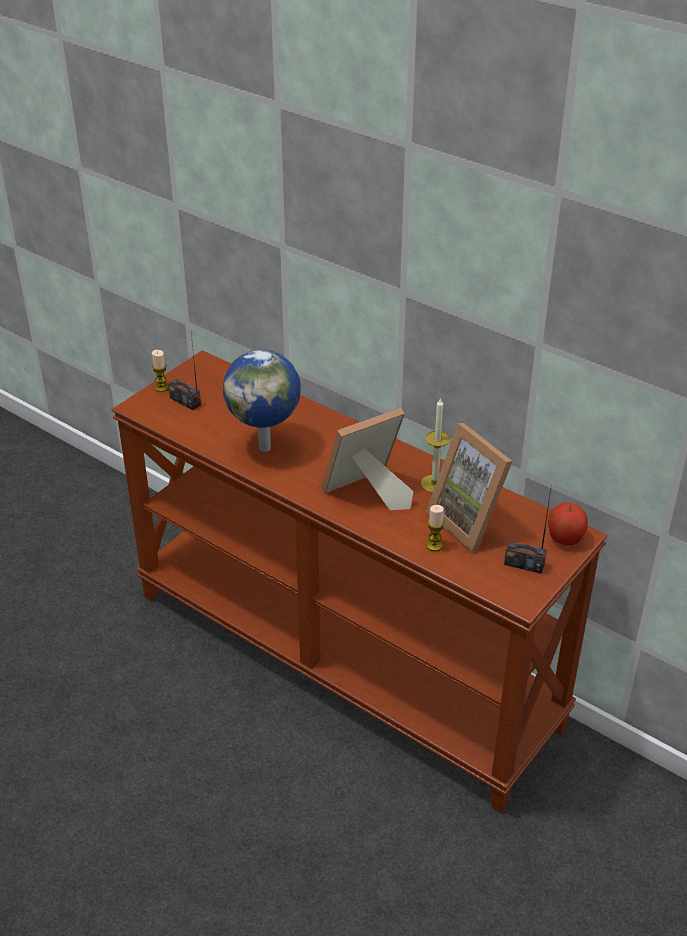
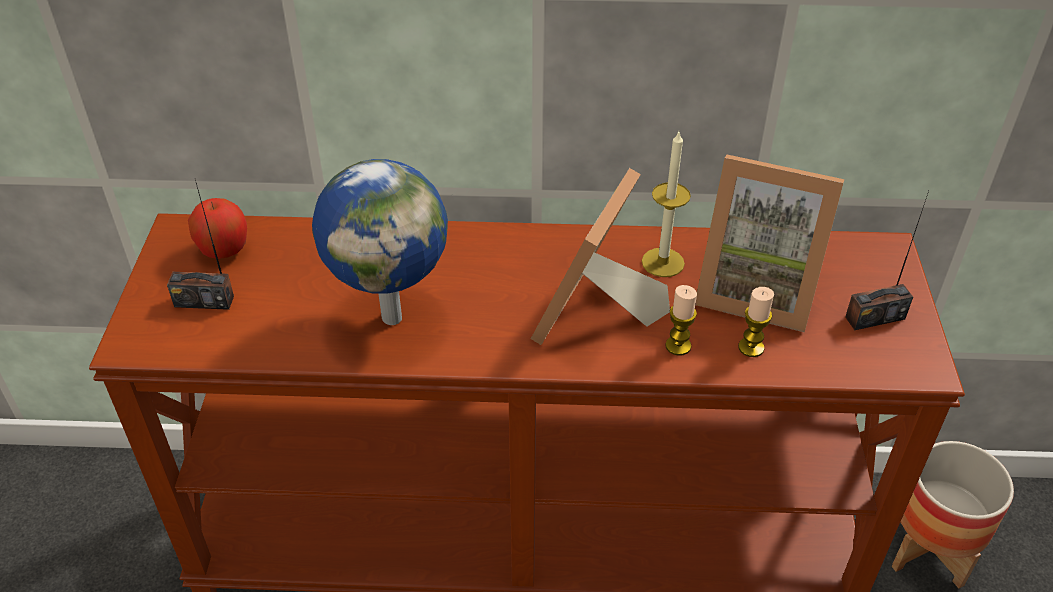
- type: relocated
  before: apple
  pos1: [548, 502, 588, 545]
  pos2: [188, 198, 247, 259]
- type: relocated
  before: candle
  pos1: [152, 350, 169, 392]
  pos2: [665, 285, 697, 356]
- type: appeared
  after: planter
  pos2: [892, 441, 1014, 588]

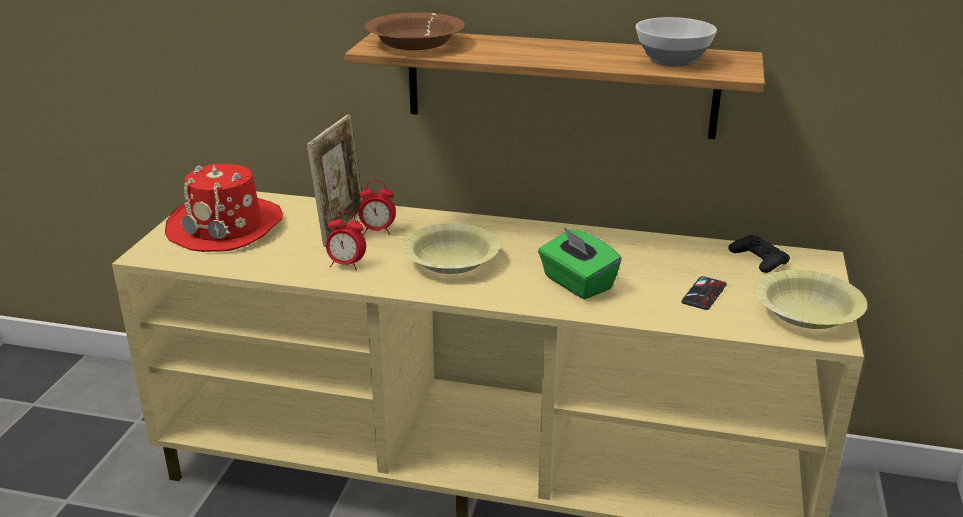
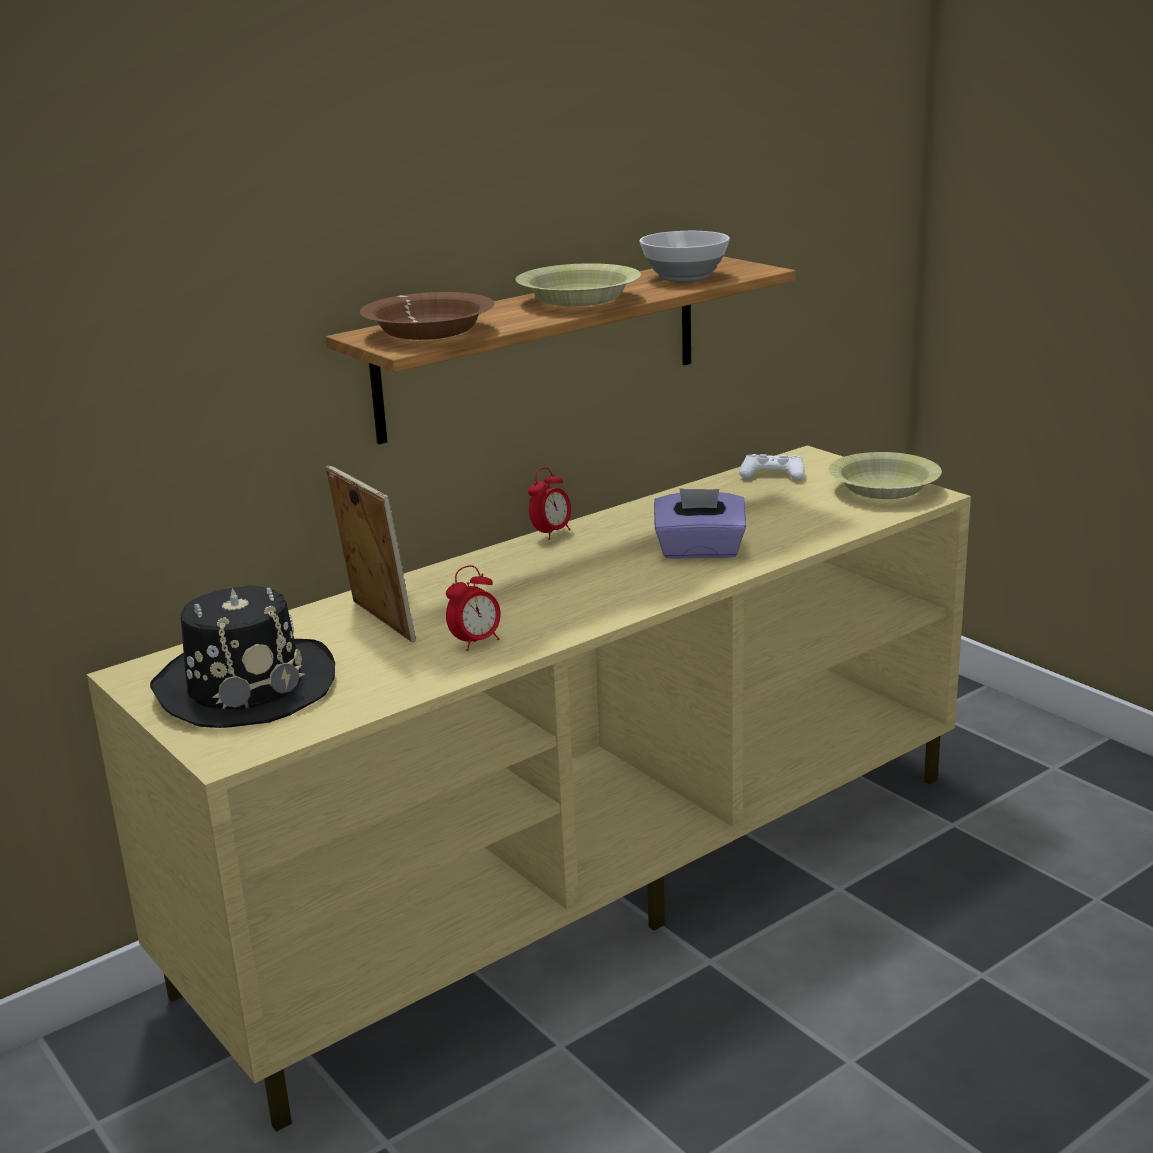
- type: colour
  before: hat/red
  after: hat/black
  pos1: [165, 164, 283, 252]
  pos2: [150, 586, 335, 728]
- type: relocated
  before: bowl/yellow
  pos1: [402, 223, 500, 274]
  pos2: [515, 263, 641, 307]
- type: relocated
  before: alarm clock
  pos1: [358, 180, 396, 235]
  pos2: [528, 467, 571, 540]
- type: colour
  before: tissue box/green
  after: tissue box/purple
  pos1: [538, 227, 622, 299]
  pos2: [654, 488, 746, 559]
- type: colour
  before: game controller/black
  after: game controller/white
  pos1: [729, 235, 790, 273]
  pos2: [740, 454, 805, 480]
- type: missing
  before: phone
  pos1: [681, 276, 727, 310]

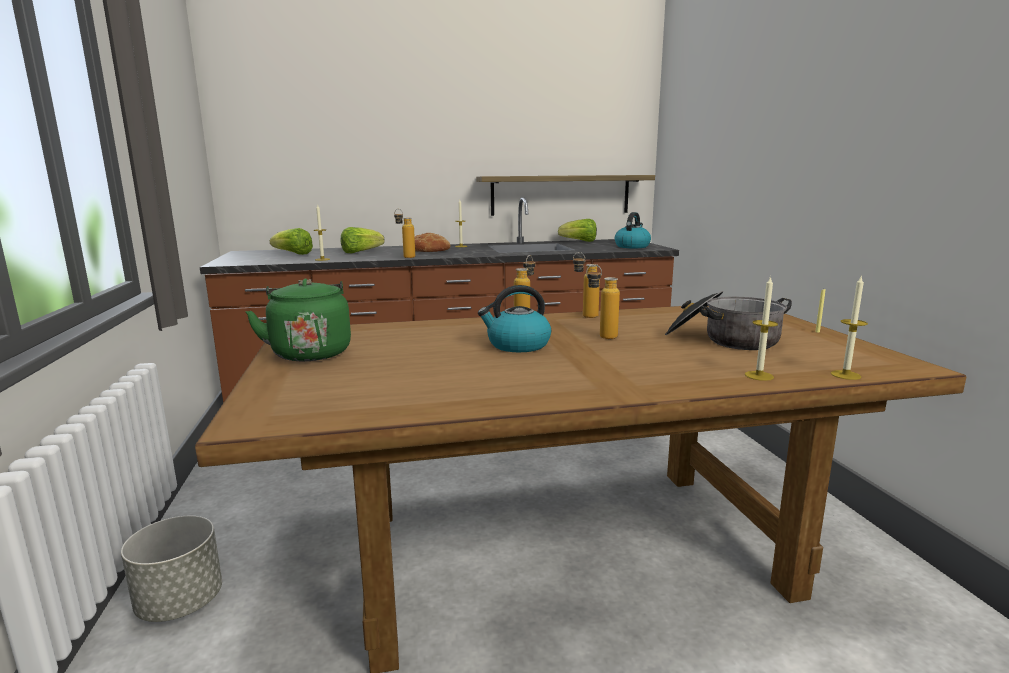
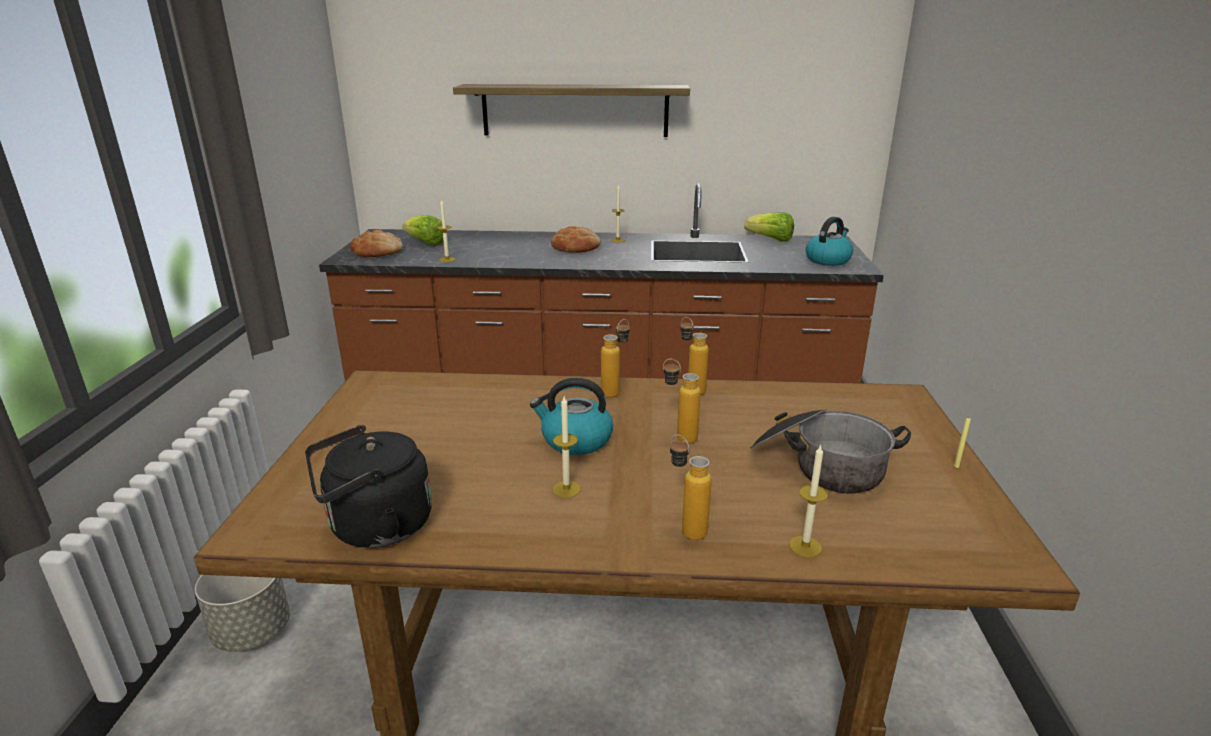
- type: appeared
  after: kettle/black
  pos2: [305, 425, 432, 548]
- type: appeared
  after: bread
  pos2: [350, 230, 403, 257]
- type: relocated
  before: shelf
  pos1: [476, 175, 655, 216]
  pos2: [453, 84, 690, 137]
- type: relocated
  before: candle
  pos1: [831, 277, 868, 380]
  pos2: [553, 396, 581, 498]
- type: relocated
  before: bottle
  pos1: [394, 209, 415, 258]
  pos2: [670, 434, 712, 540]
- type: missing
  before: kettle/green
  pos1: [245, 279, 351, 361]
- type: missing
  before: lettuce
  pos1: [341, 227, 384, 253]

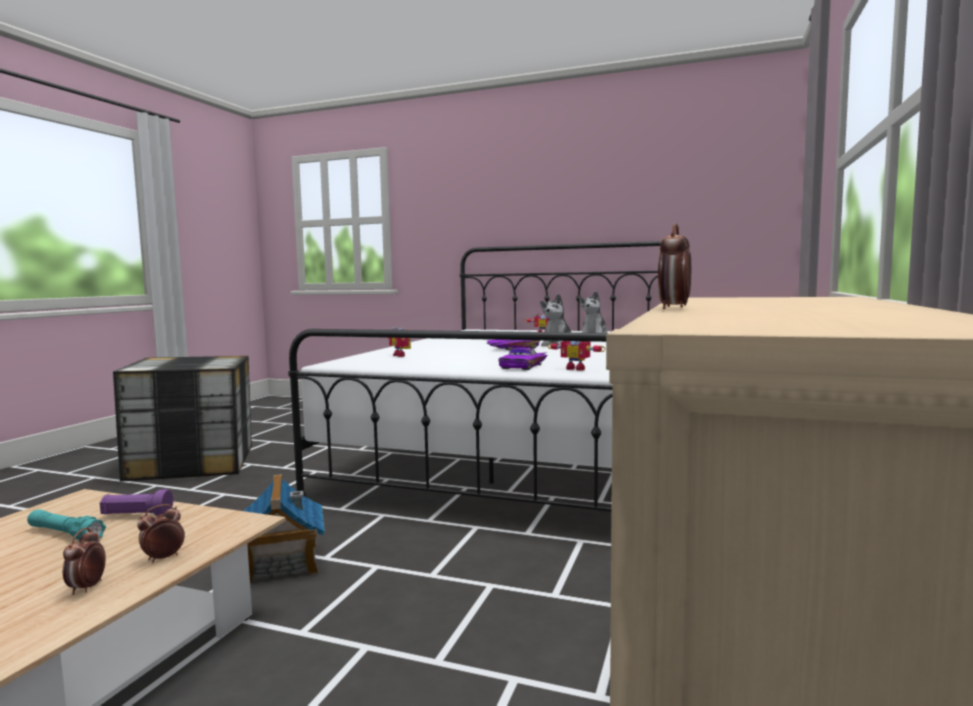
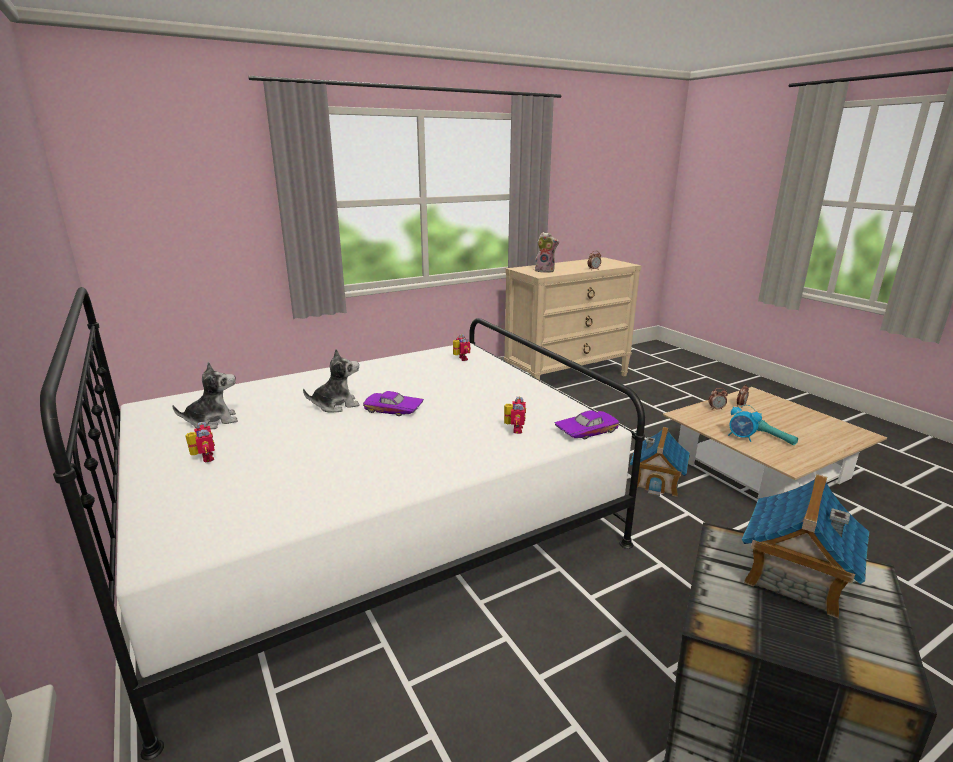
- type: appeared
  after: plush toy
  pos2: [535, 232, 559, 273]
- type: relocated
  before: toy car/purple
  pos1: [499, 348, 547, 370]
  pos2: [554, 410, 619, 439]
- type: exchanged
  before: flashlight/purple
  after: alarm clock
  pos1: [100, 489, 173, 516]
  pos2: [728, 405, 762, 442]
- type: appeared
  after: toy house
  pos2: [742, 474, 869, 619]

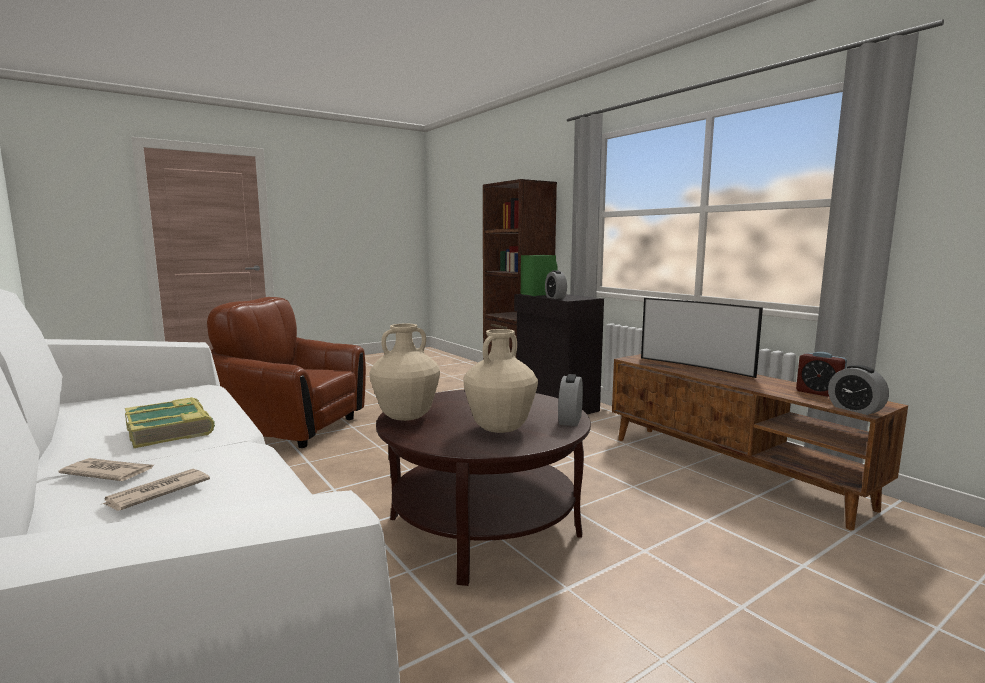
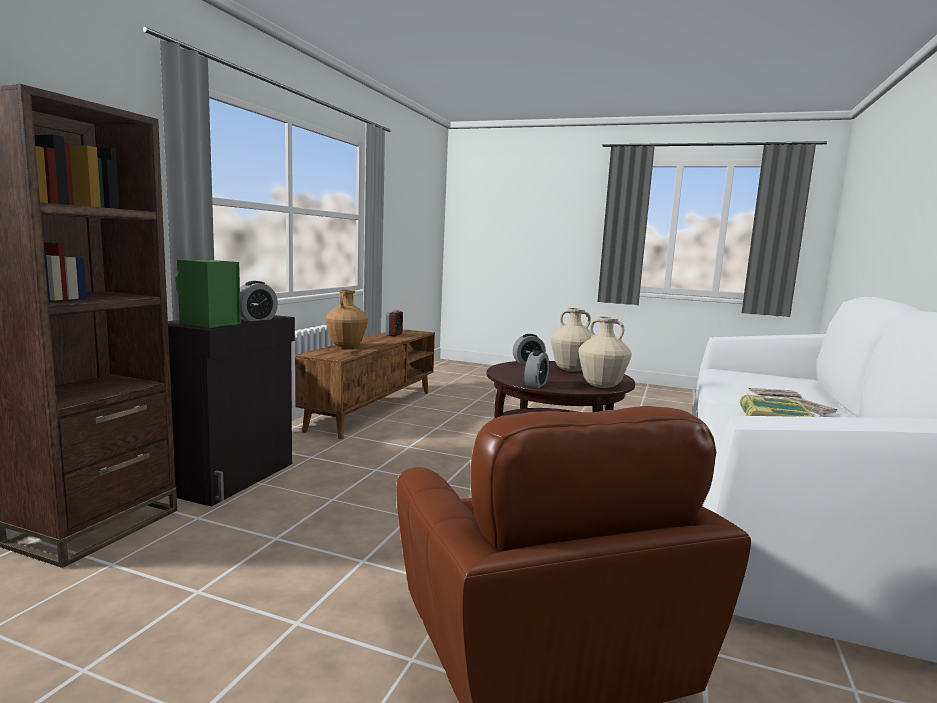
- type: exchanged
  before: television
  after: vase/brown
  pos1: [641, 298, 763, 378]
  pos2: [325, 290, 368, 348]
- type: relocated
  before: alarm clock
  pos1: [828, 365, 889, 415]
  pos2: [524, 350, 549, 388]

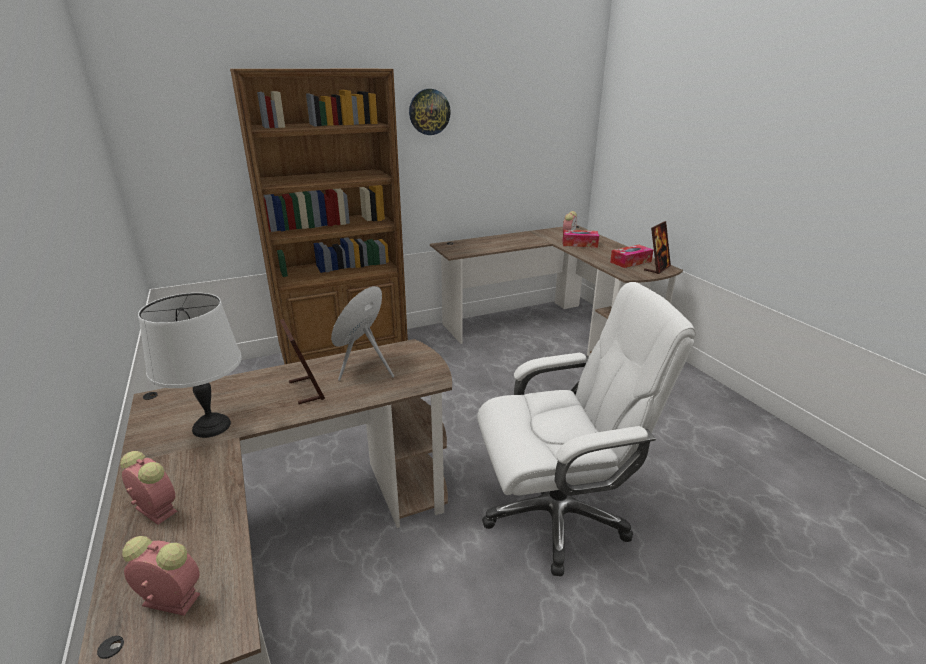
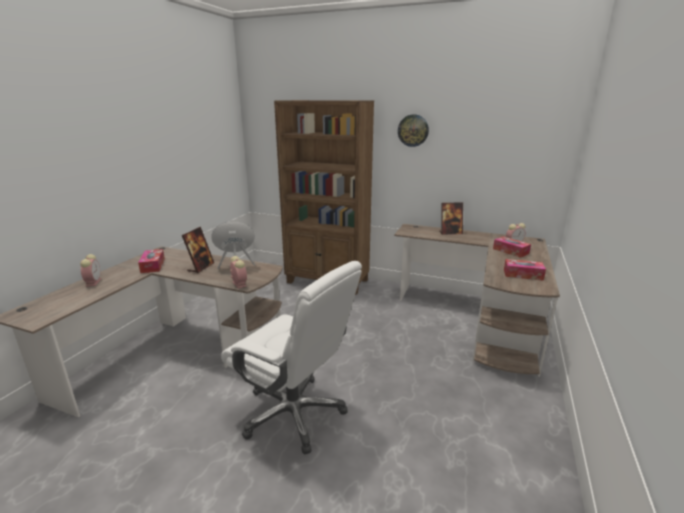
- type: exchanged
  before: table lamp/white
  after: tissue box
  pos1: [138, 293, 242, 438]
  pos2: [138, 249, 165, 273]
- type: relocated
  before: alarm clock
  pos1: [122, 536, 200, 616]
  pos2: [230, 256, 247, 289]
- type: relocated
  before: picture frame
  pos1: [644, 221, 671, 274]
  pos2: [439, 202, 463, 235]

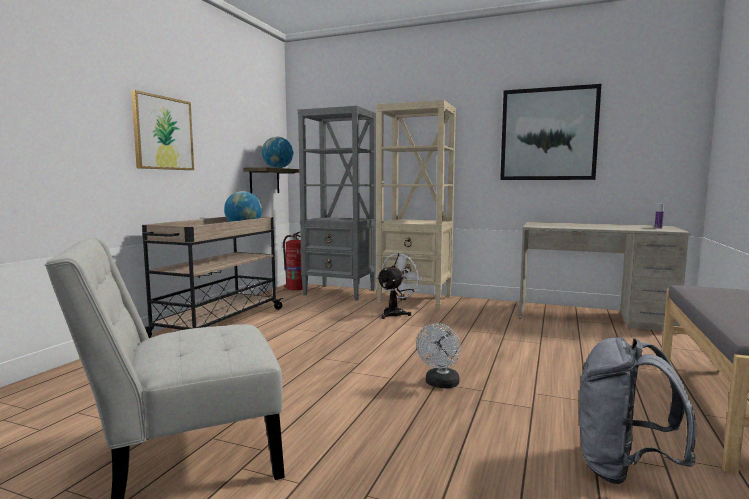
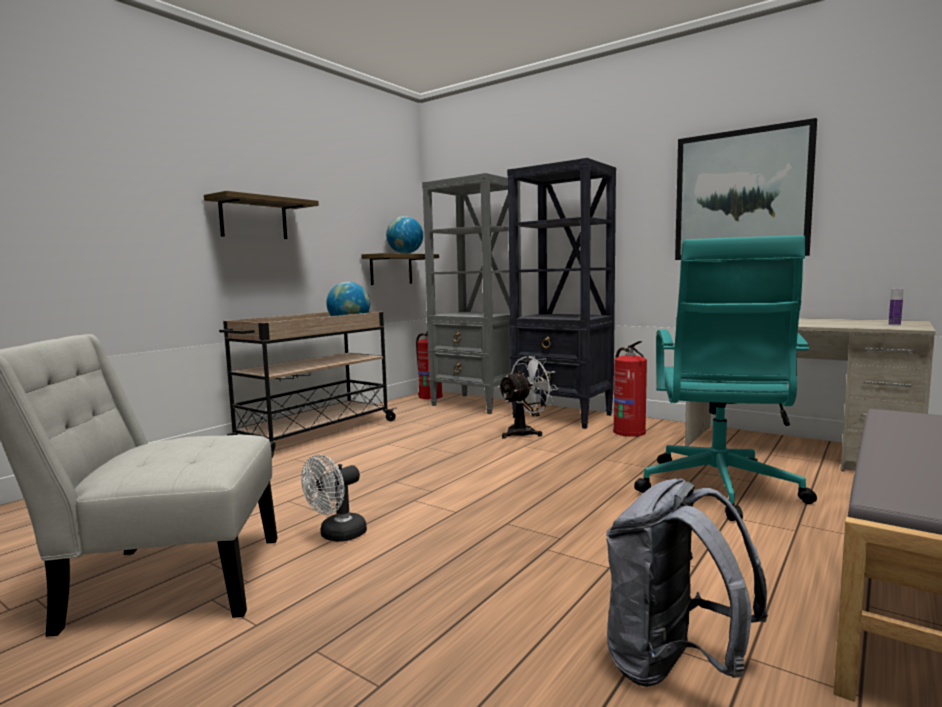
- type: exchanged
  before: picture
  after: shelf
  pos1: [131, 90, 194, 170]
  pos2: [204, 191, 319, 239]
- type: relocated
  before: fan/white
  pos1: [416, 323, 461, 388]
  pos2: [301, 454, 367, 542]
- type: colour
  before: bookcase/beige
  after: bookcase/black
  pos1: [376, 100, 456, 309]
  pos2: [507, 158, 616, 429]
- type: appeared
  after: fire extinguisher
  pos2: [613, 341, 647, 437]
- type: appeared
  after: office chair/turquoise
  pos2: [634, 235, 817, 521]

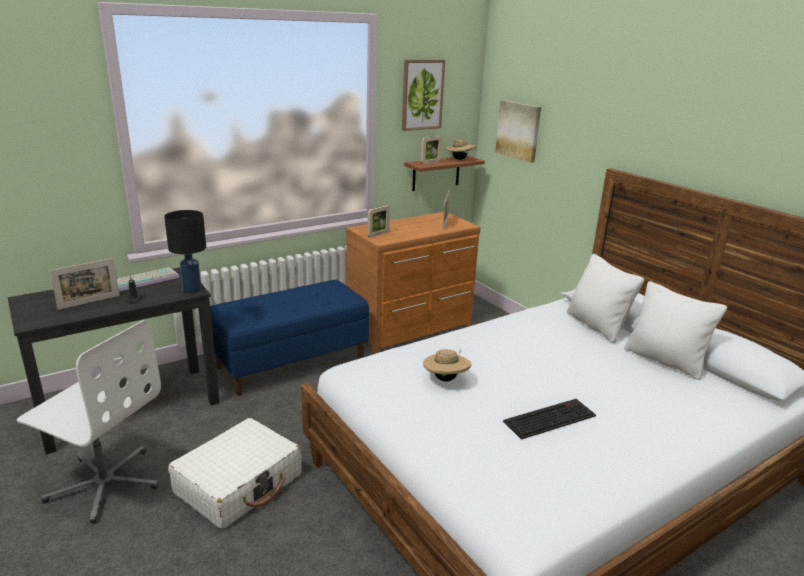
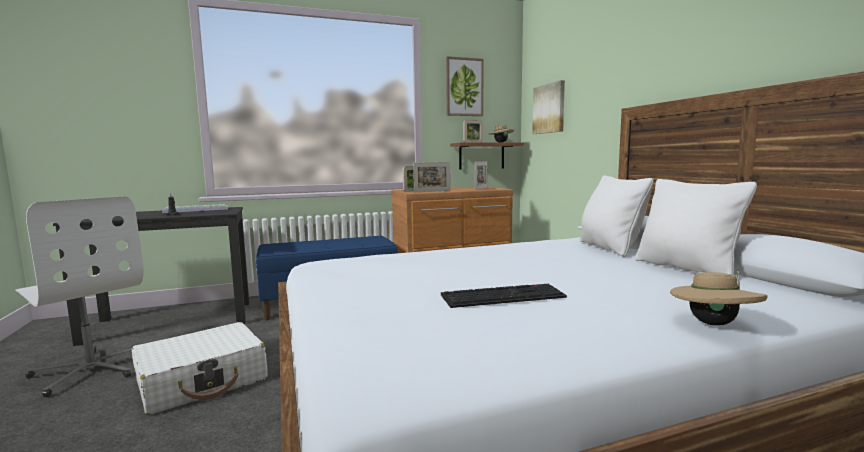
- type: relocated
  before: picture frame
  pos1: [50, 258, 119, 310]
  pos2: [413, 162, 450, 192]
- type: relocated
  before: hat/beige
  pos1: [423, 349, 471, 382]
  pos2: [670, 271, 767, 326]
- type: missing
  before: table lamp/black
  pos1: [164, 210, 206, 294]

